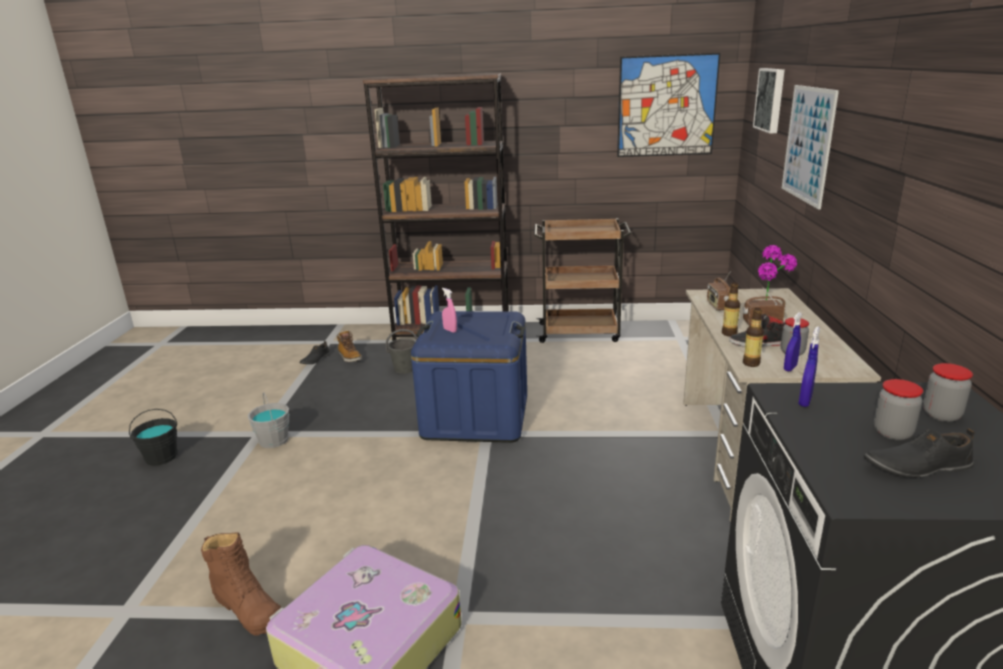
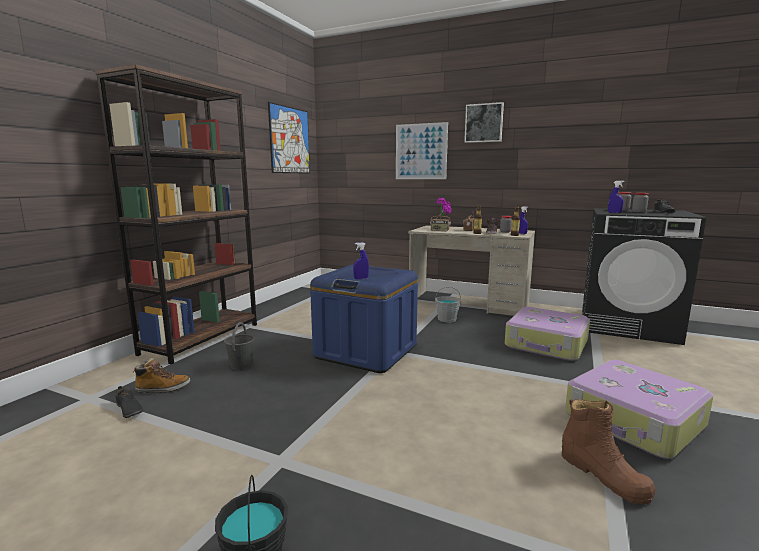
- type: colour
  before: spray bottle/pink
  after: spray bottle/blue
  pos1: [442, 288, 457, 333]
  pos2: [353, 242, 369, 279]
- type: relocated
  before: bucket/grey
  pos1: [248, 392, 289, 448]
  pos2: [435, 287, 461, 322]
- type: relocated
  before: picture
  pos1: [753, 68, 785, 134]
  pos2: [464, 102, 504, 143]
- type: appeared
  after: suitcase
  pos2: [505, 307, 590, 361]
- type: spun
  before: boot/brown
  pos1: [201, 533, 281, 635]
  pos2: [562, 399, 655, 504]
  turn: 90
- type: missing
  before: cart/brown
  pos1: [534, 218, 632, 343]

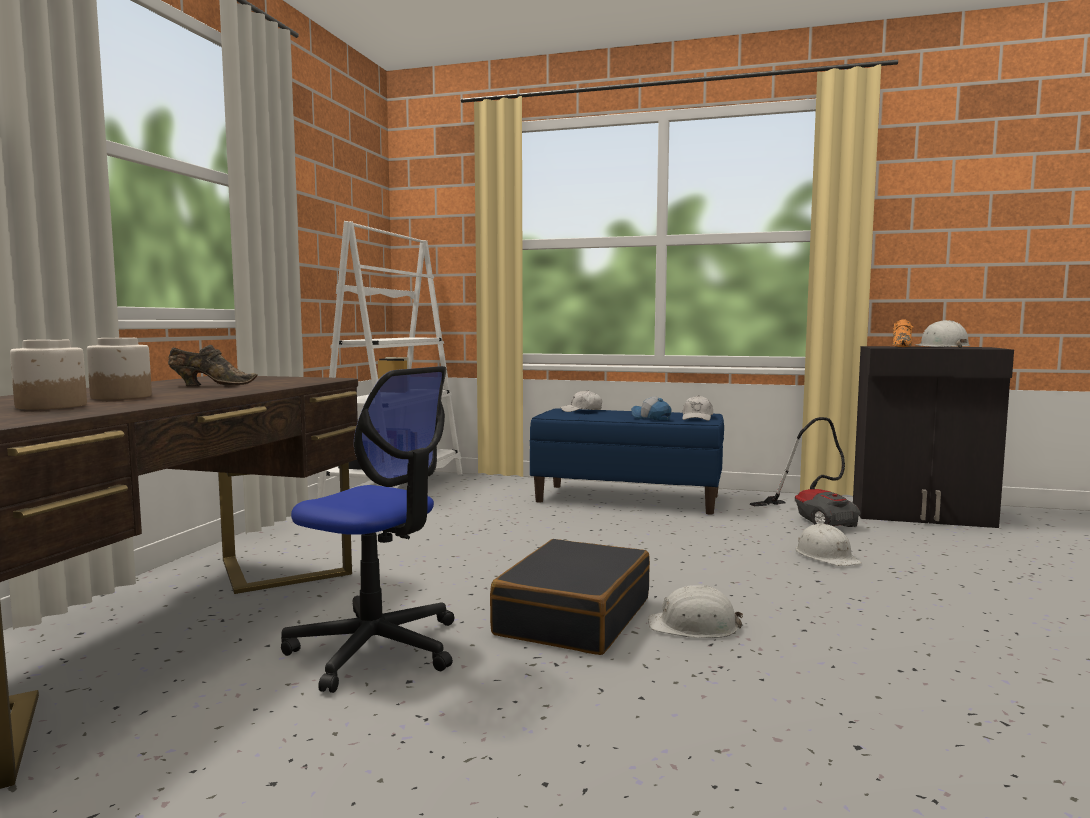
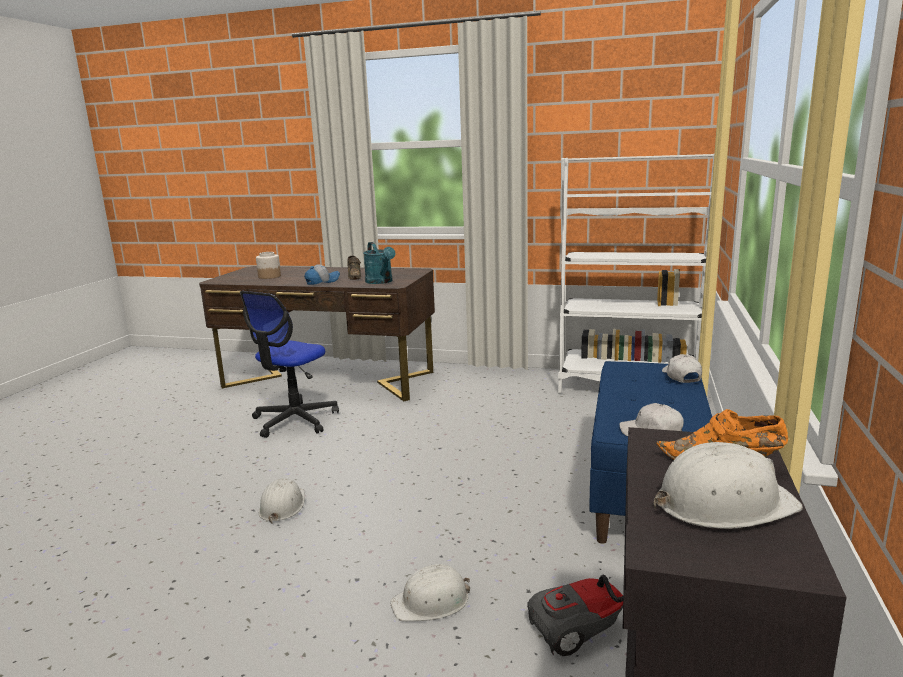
- type: relocated
  before: cap
  pos1: [631, 396, 672, 421]
  pos2: [304, 264, 340, 285]
- type: appeared
  after: watering can/turquoise
  pos2: [363, 242, 395, 284]
- type: missing
  before: jar
  pos1: [87, 338, 152, 399]
- type: missing
  before: suitcase/black
  pos1: [490, 539, 650, 655]

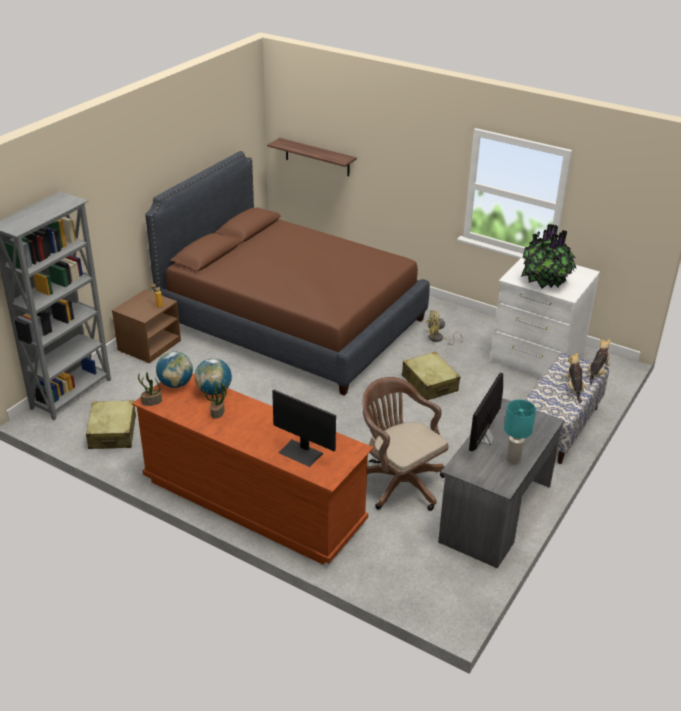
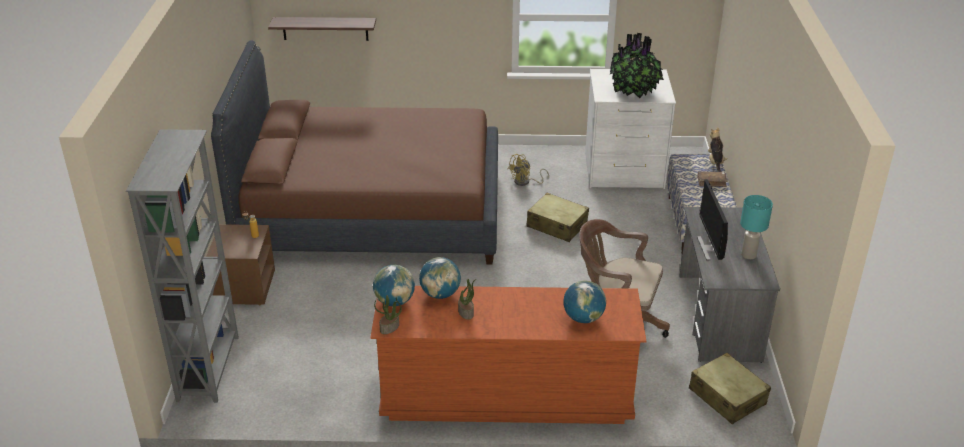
- type: exchanged
  before: monitor
  after: globe
  pos1: [272, 390, 336, 467]
  pos2: [563, 280, 606, 323]
- type: relocated
  before: suitcase/beige
  pos1: [86, 400, 136, 449]
  pos2: [689, 353, 771, 424]
- type: exchanged
  before: plush toy
  after: book/brown
  pos1: [566, 352, 587, 403]
  pos2: [697, 171, 728, 187]

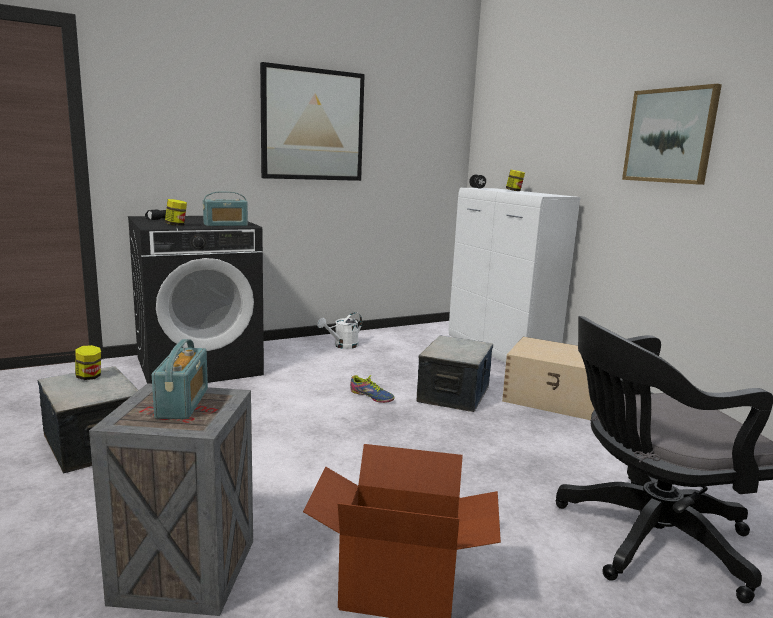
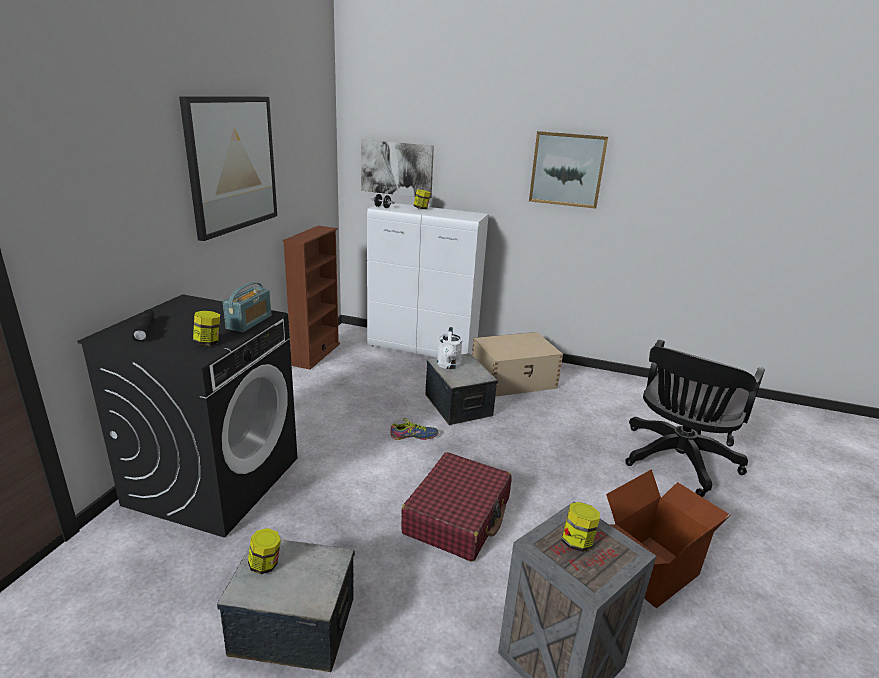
- type: appeared
  after: bookcase/brown
  pos2: [283, 226, 340, 369]
- type: appeared
  after: picture
  pos2: [361, 140, 434, 198]
- type: appeared
  after: suitcase/red
  pos2: [401, 452, 512, 562]
- type: relocated
  before: watering can/white
  pos1: [317, 312, 362, 349]
  pos2: [437, 327, 462, 369]
- type: exchanged
  before: radio
  after: jar
  pos1: [152, 339, 208, 419]
  pos2: [562, 502, 600, 552]

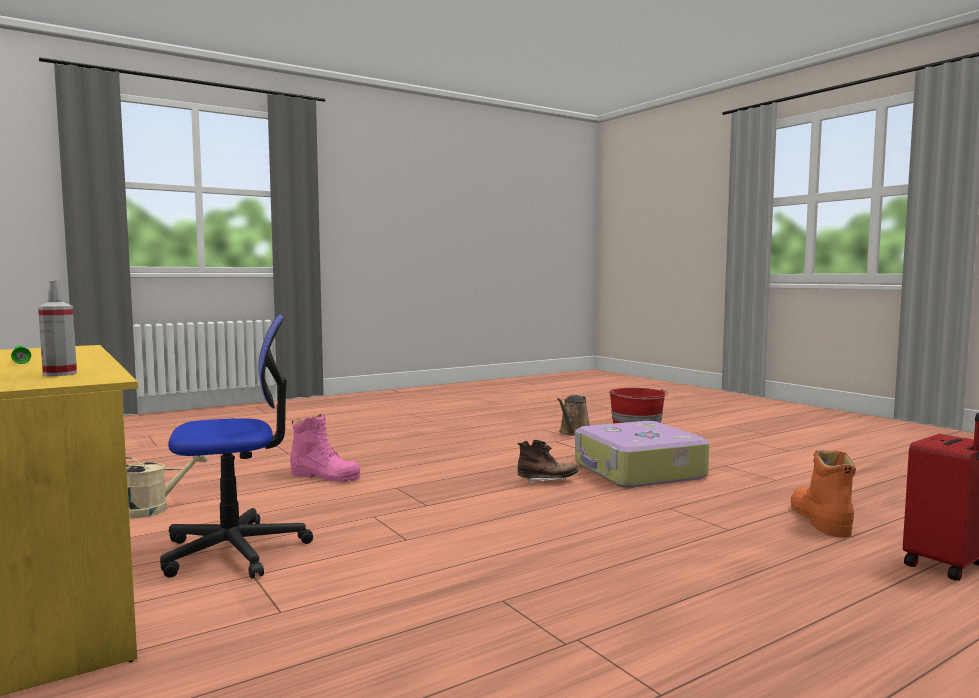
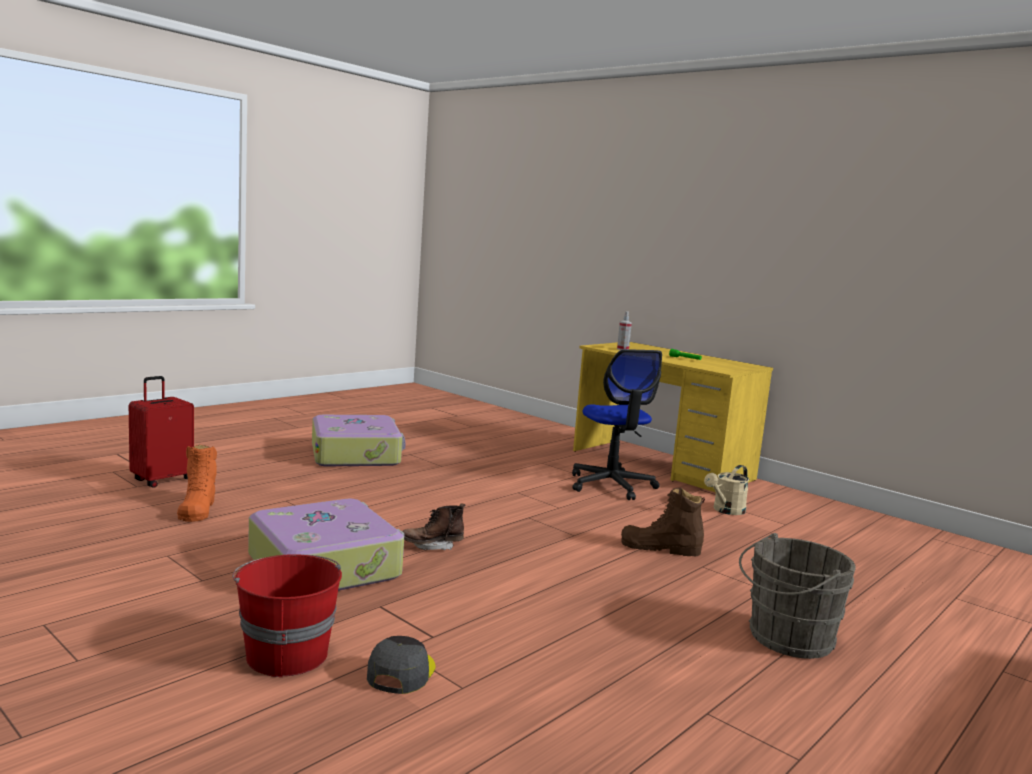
- type: appeared
  after: suitcase
  pos2: [312, 415, 405, 466]
- type: exchanged
  before: watering can/brown
  after: cap/grey
  pos1: [557, 395, 590, 436]
  pos2: [367, 636, 435, 694]
- type: spun
  before: office chair
  pos1: [160, 314, 313, 578]
  pos2: [572, 349, 662, 500]
  turn: -75
- type: colour
  before: boot/pink
  after: boot/brown
  pos1: [290, 414, 361, 482]
  pos2: [621, 488, 705, 557]
- type: appeared
  after: bucket/grey
  pos2: [739, 533, 856, 659]

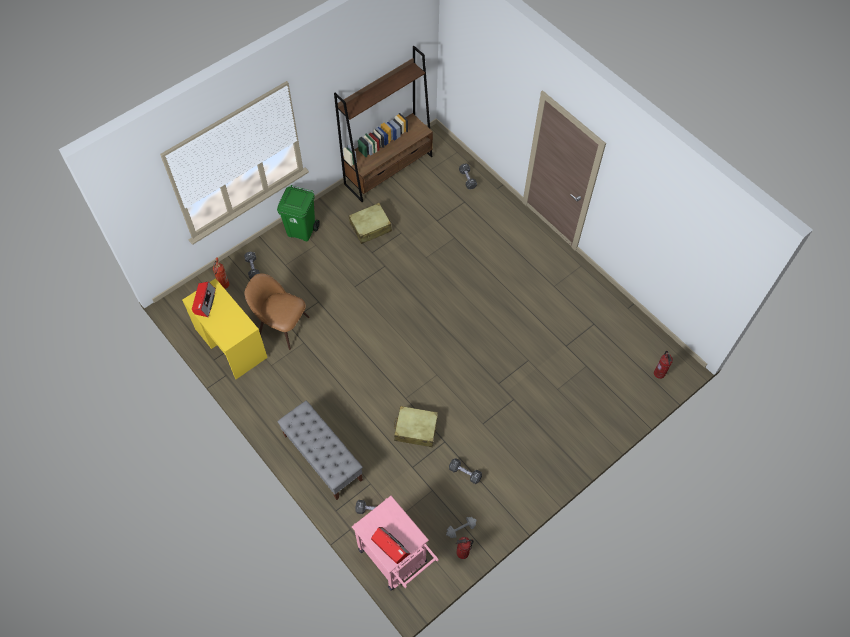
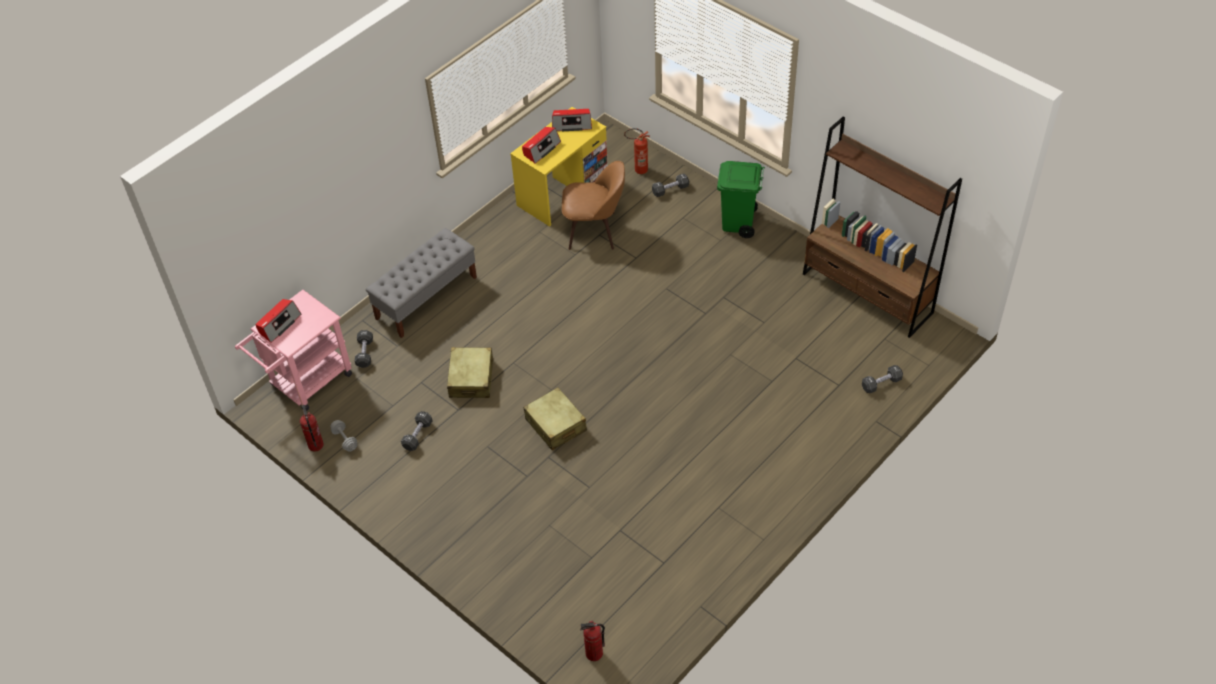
- type: appeared
  after: radio
  pos2: [522, 127, 561, 163]
- type: relocated
  before: suitcase/beige
  pos1: [349, 203, 392, 244]
  pos2: [523, 387, 587, 450]
- type: spun
  before: chair/brown
  pos1: [244, 274, 310, 350]
  pos2: [562, 161, 625, 250]
  turn: 75

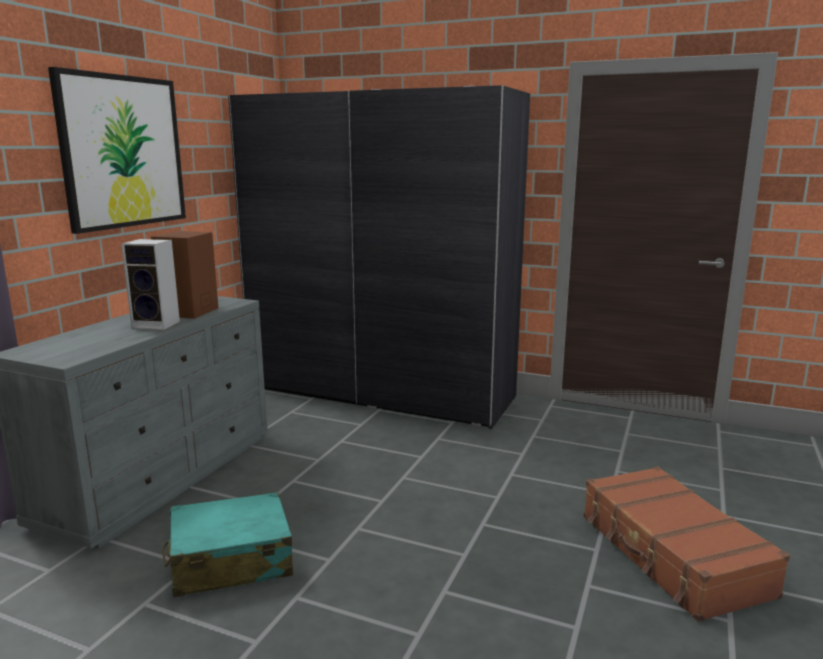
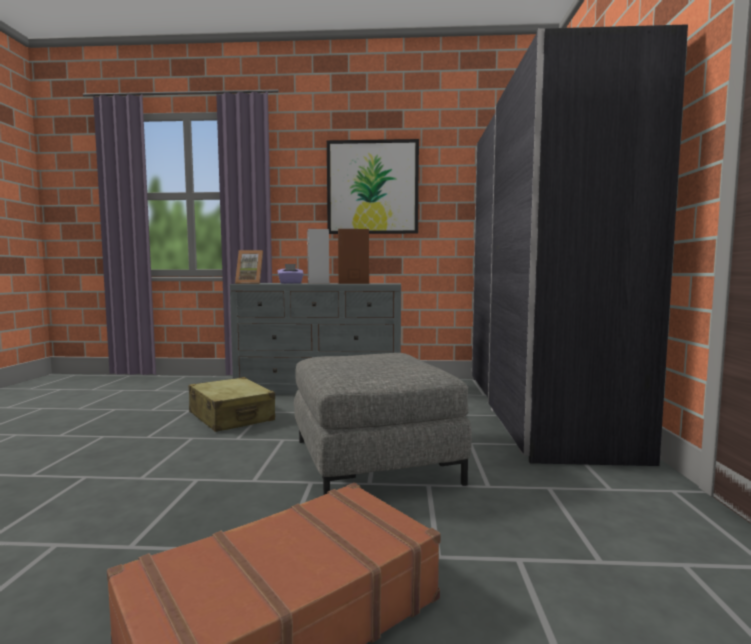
- type: colour
  before: suitcase/turquoise
  after: suitcase/beige
  pos1: [162, 492, 293, 597]
  pos2: [189, 377, 275, 432]
- type: appeared
  after: picture frame
  pos2: [235, 250, 263, 284]
- type: appeared
  after: tissue box/purple
  pos2: [277, 264, 303, 284]
- type: appeared
  after: ottoman/grey
  pos2: [294, 353, 472, 495]

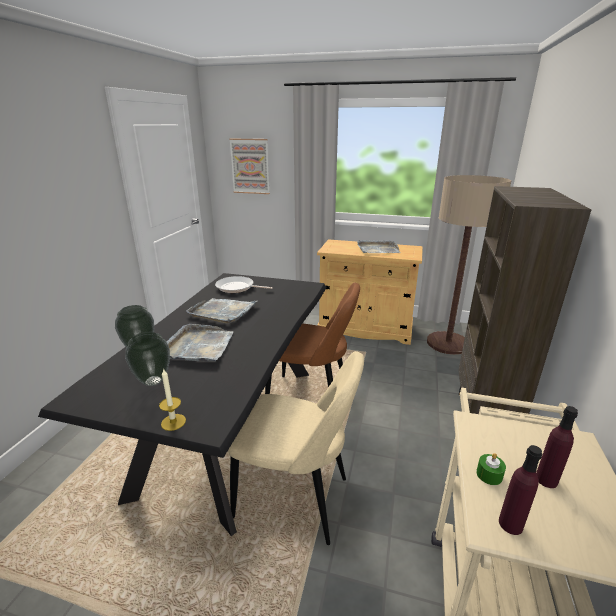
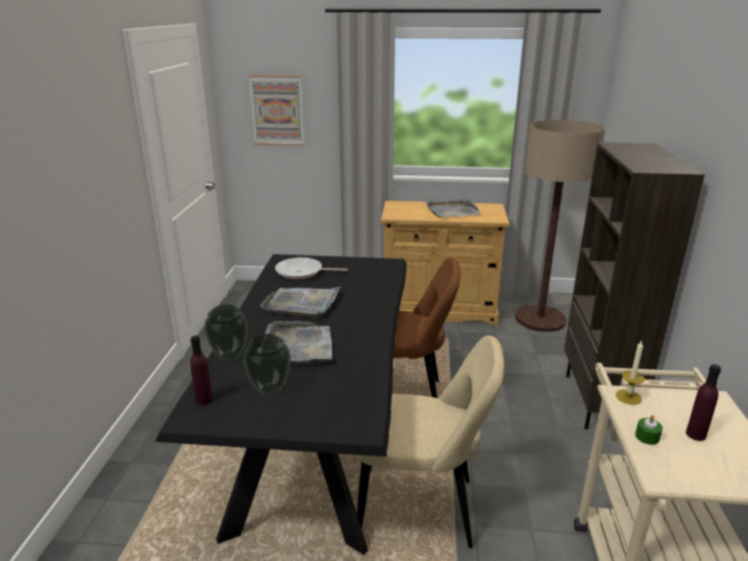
- type: relocated
  before: bottle/purple
  pos1: [499, 445, 542, 535]
  pos2: [190, 336, 213, 405]
- type: relocated
  before: candle
  pos1: [159, 368, 186, 431]
  pos2: [616, 340, 645, 405]

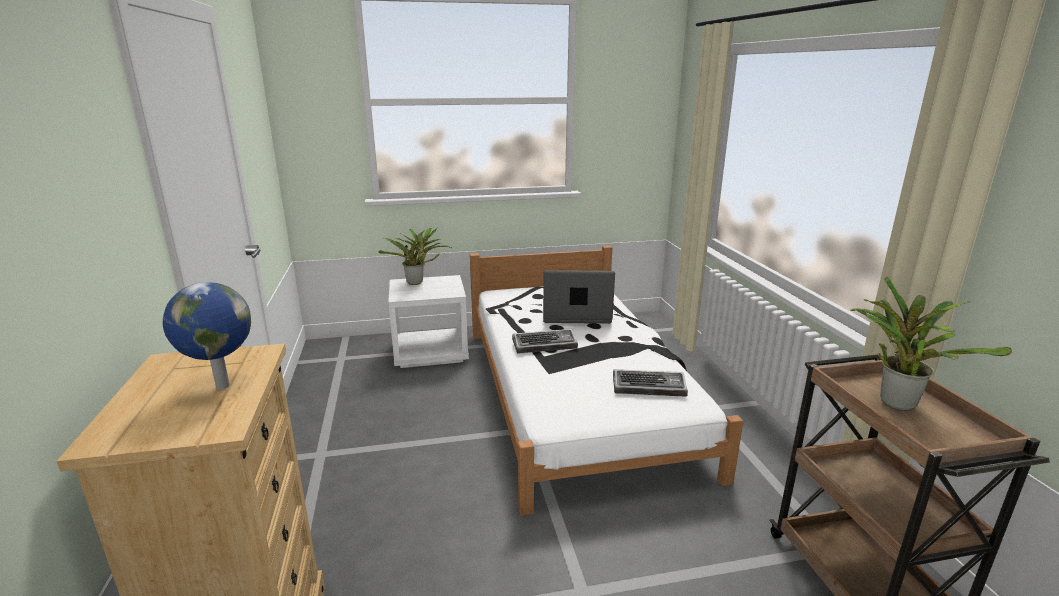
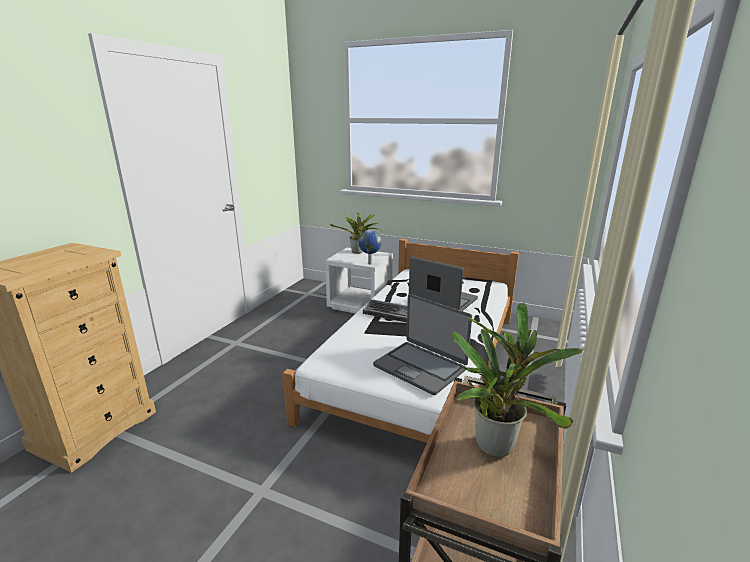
- type: relocated
  before: globe
  pos1: [163, 282, 251, 390]
  pos2: [358, 230, 382, 264]
- type: exchanged
  before: keyboard
  after: laptop
  pos1: [613, 369, 688, 397]
  pos2: [373, 294, 472, 395]

